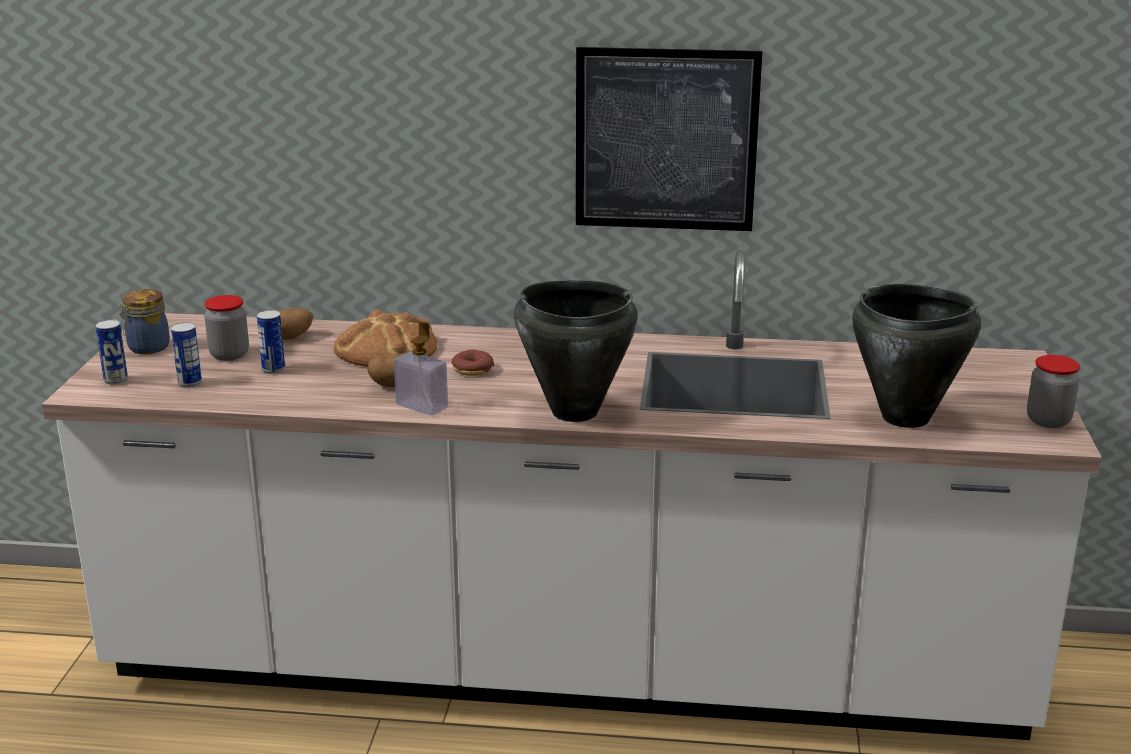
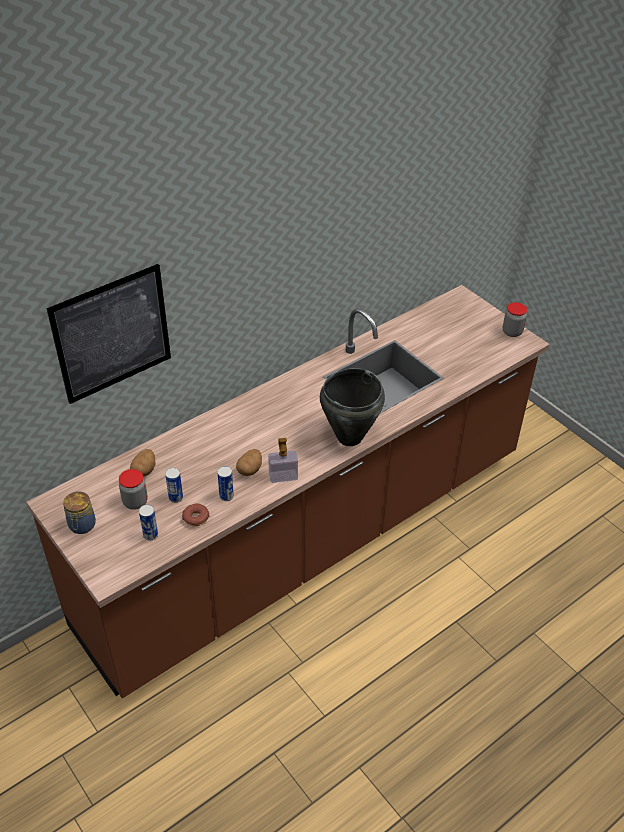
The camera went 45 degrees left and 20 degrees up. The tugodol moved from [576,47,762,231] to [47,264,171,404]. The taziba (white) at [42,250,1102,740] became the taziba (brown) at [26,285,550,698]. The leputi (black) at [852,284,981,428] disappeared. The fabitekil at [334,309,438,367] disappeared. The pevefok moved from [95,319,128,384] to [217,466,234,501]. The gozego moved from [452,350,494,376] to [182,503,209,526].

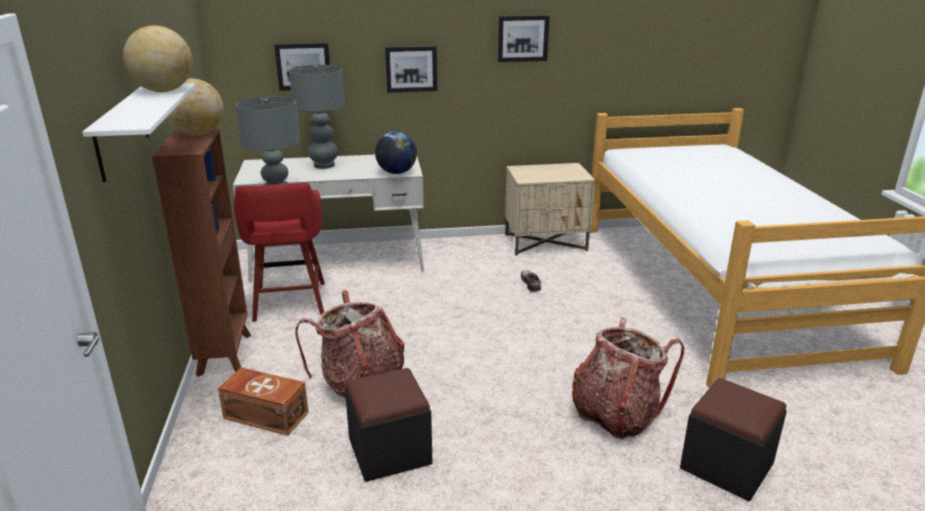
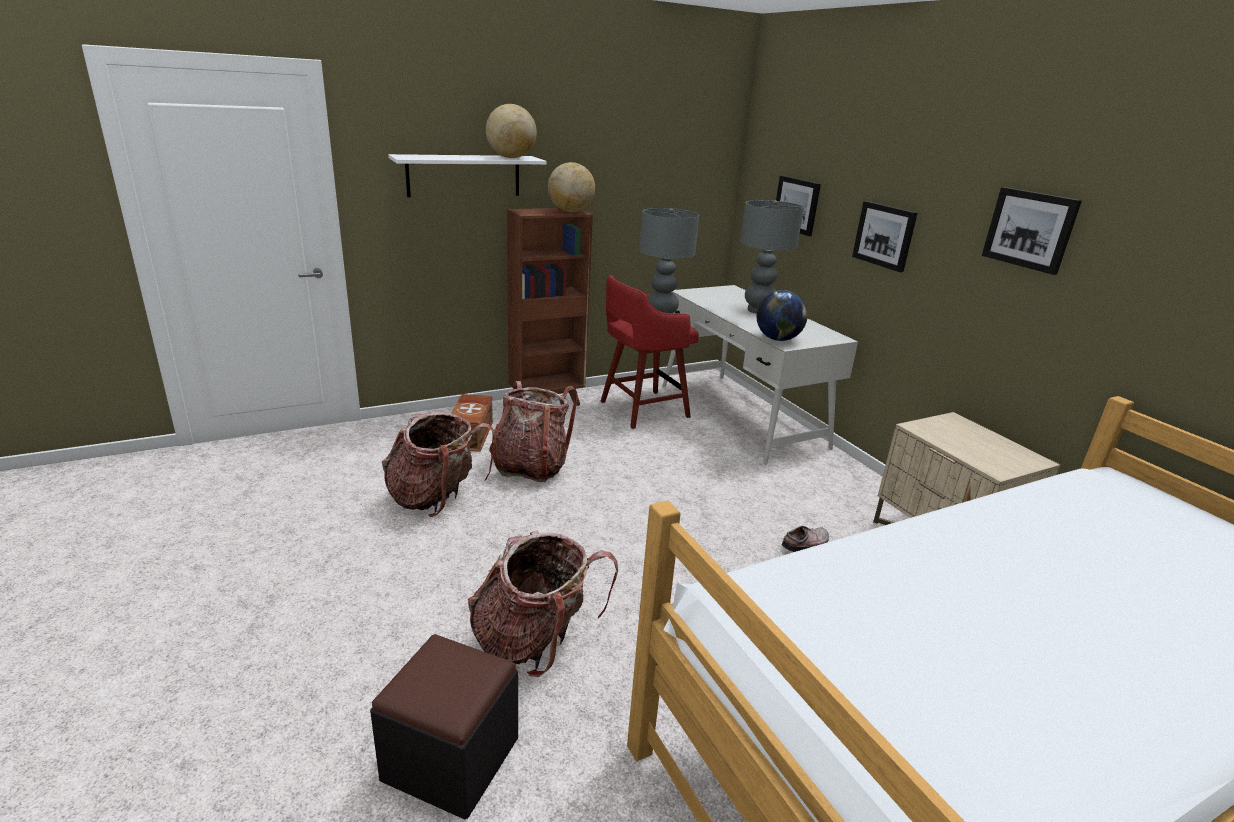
The camera went 70 degrees right and 0 degrees up. The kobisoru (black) at [345,368,432,482] was replaced by the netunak at [382,411,496,517].

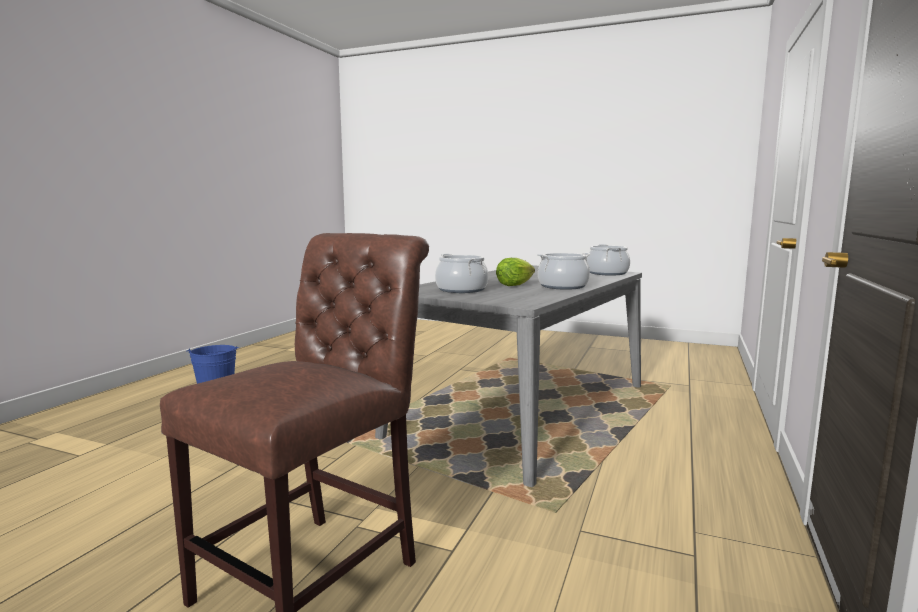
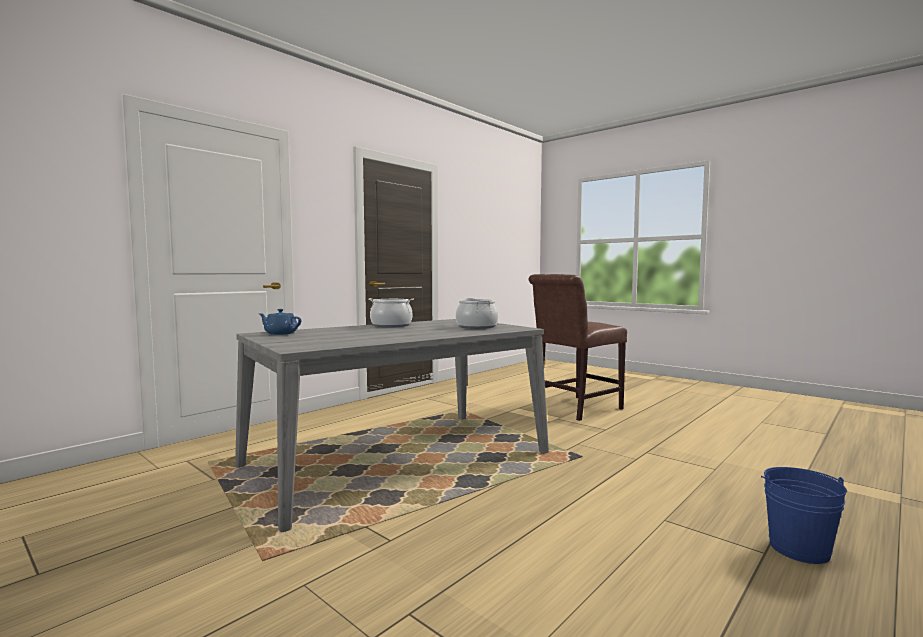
The camera went 160 degrees left and 5 degrees down. The leputi at [587,244,630,275] was replaced by the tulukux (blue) at [258,309,301,335]. The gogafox at [496,258,535,286] disappeared.

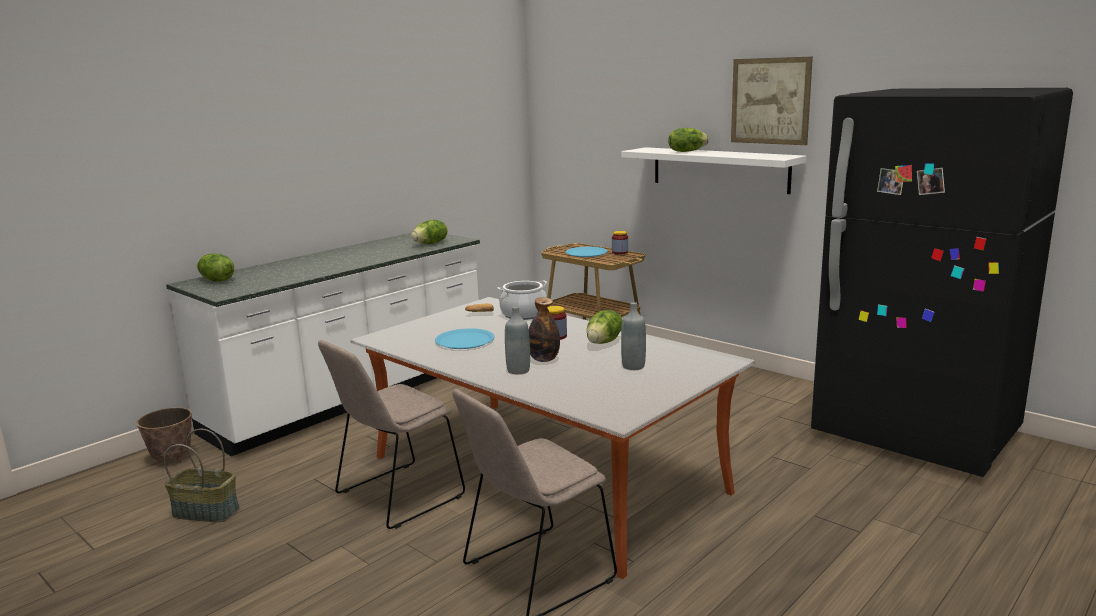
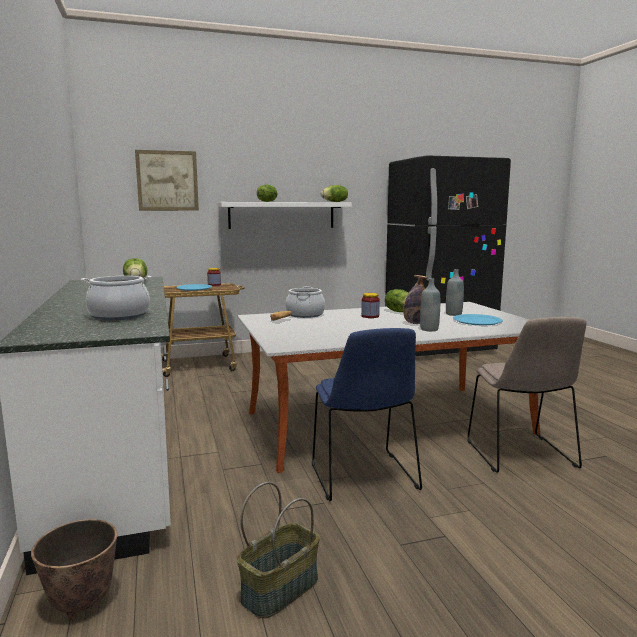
The camera went 60 degrees left and 5 degrees down. The tugodol moved from [731,56,813,145] to [135,150,199,211]. The gogafox moved from [197,254,234,281] to [321,185,348,202]. The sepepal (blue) moved from [435,328,495,349] to [453,314,503,325]. The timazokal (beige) at [318,340,465,529] became the timazokal (blue) at [312,328,422,502]. The leputi at [81,276,151,320] appeared.

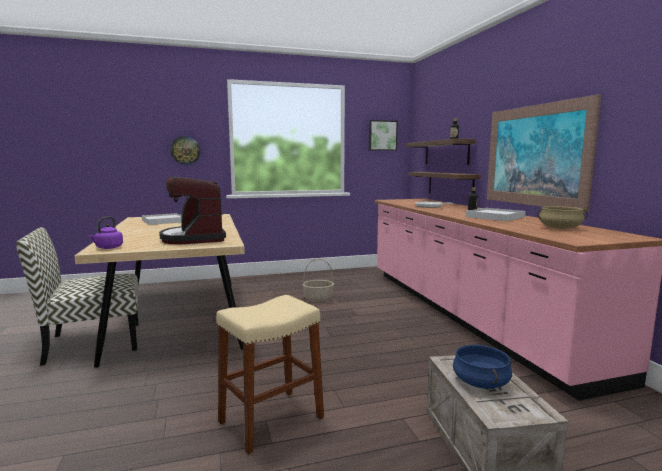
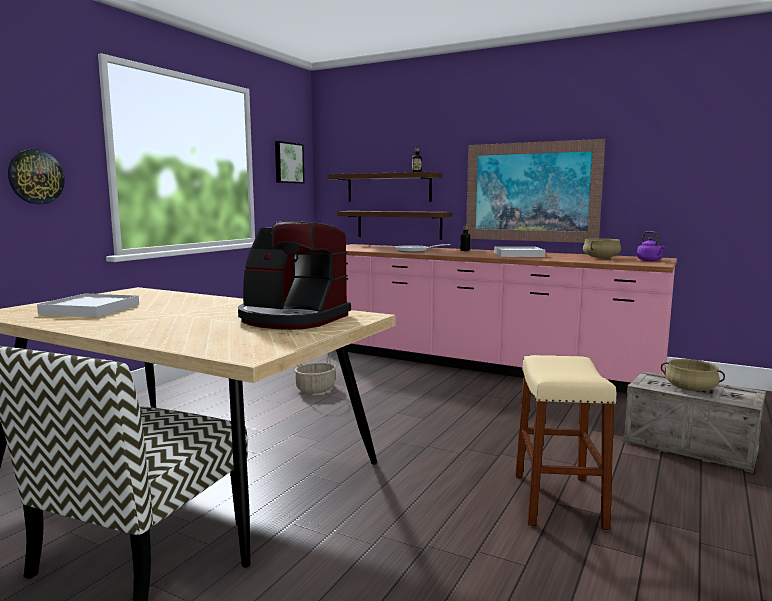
The camera went 45 degrees left and 0 degrees up. The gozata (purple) moved from [88,217,123,249] to [637,231,665,261]. The leputi (blue) at [453,345,512,389] became the leputi (beige) at [661,359,725,391].

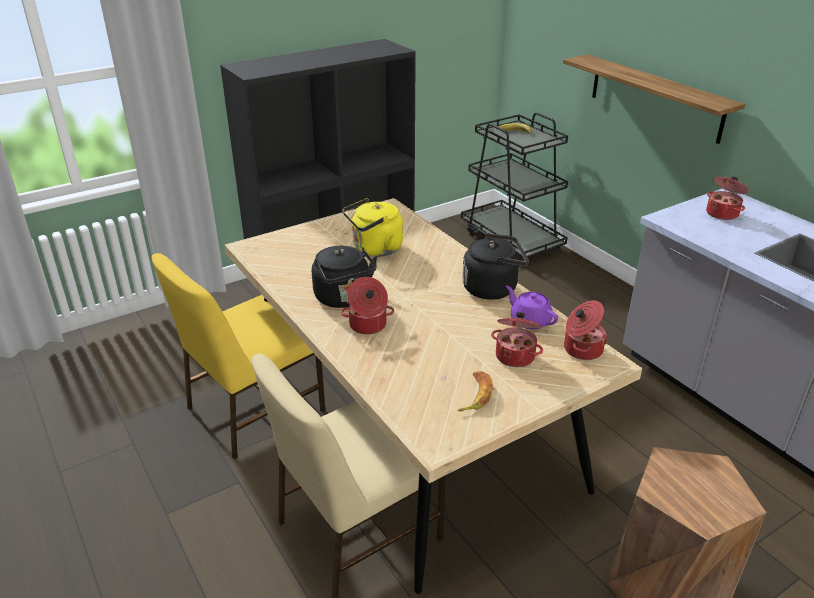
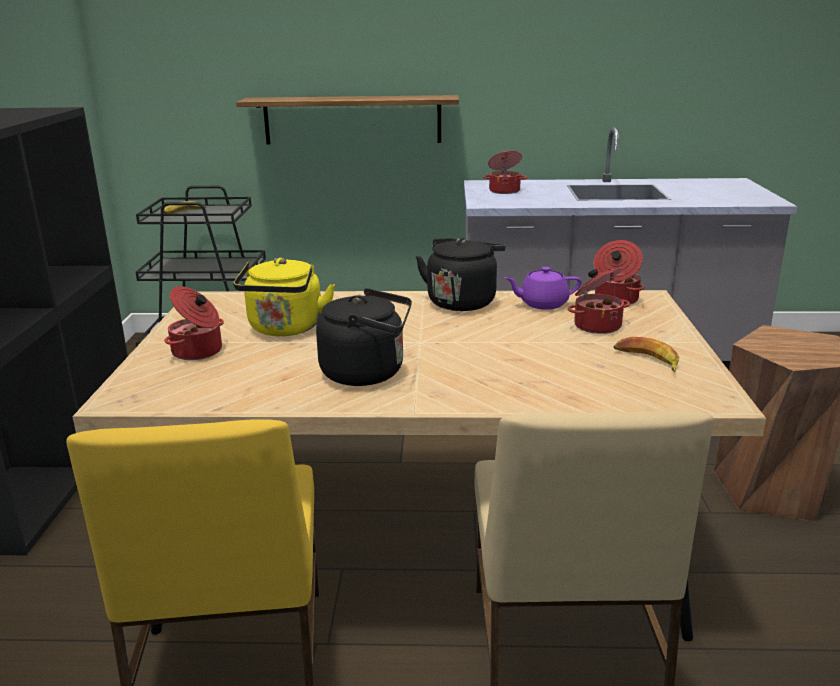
The camera went 55 degrees left and 10 degrees down. The leputi moved from [341,277,394,334] to [164,286,224,360].

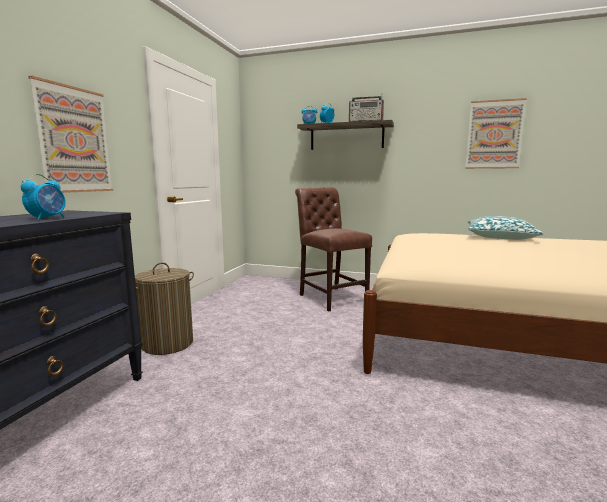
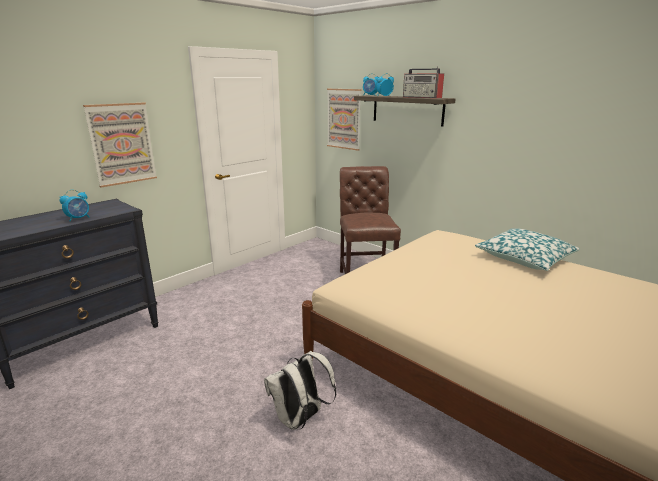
The camera went 25 degrees right and 10 degrees up. The tugodol moved from [465,98,527,169] to [327,89,361,151]. The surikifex at [135,262,194,355] disappeared. The netunak (white) at [264,351,336,430] appeared.

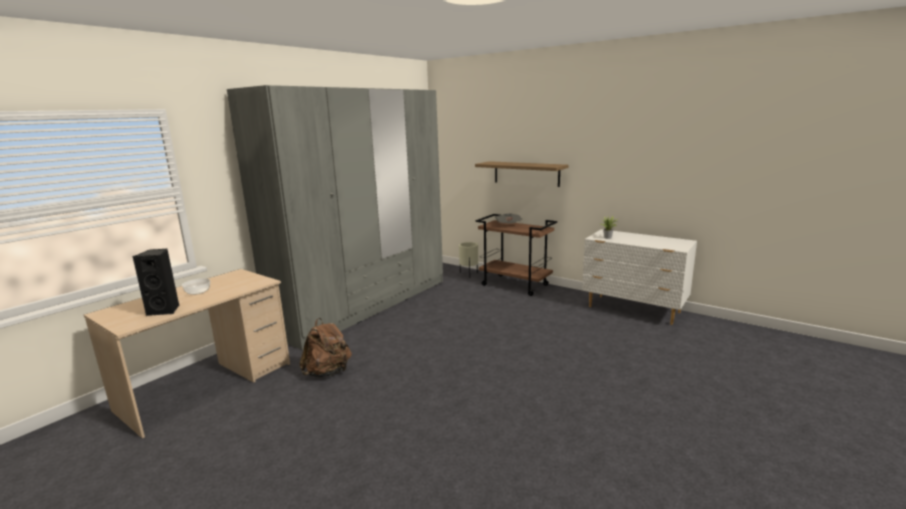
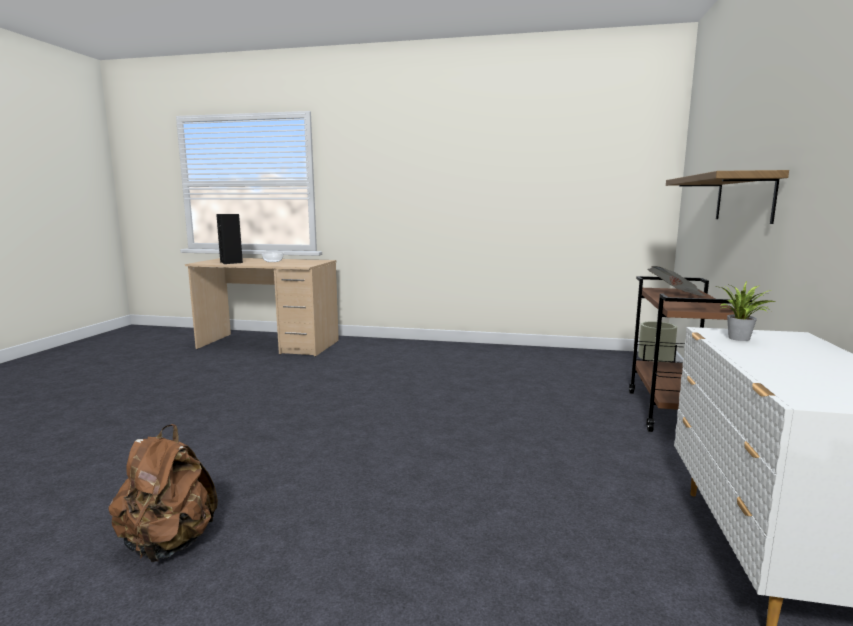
The camera went 65 degrees right and 5 degrees down. The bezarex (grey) at [227,85,443,350] disappeared. The netunak (brown) moved from [299,318,352,378] to [108,424,218,562].

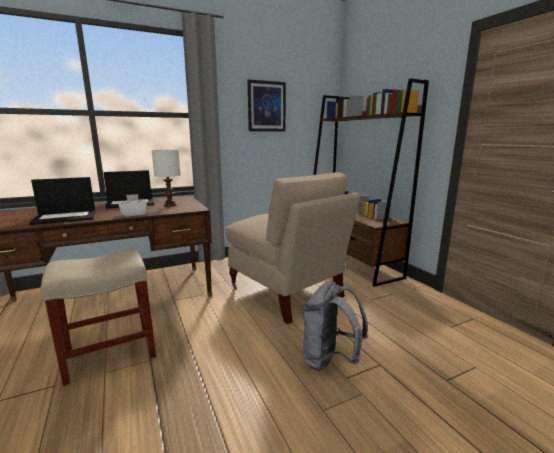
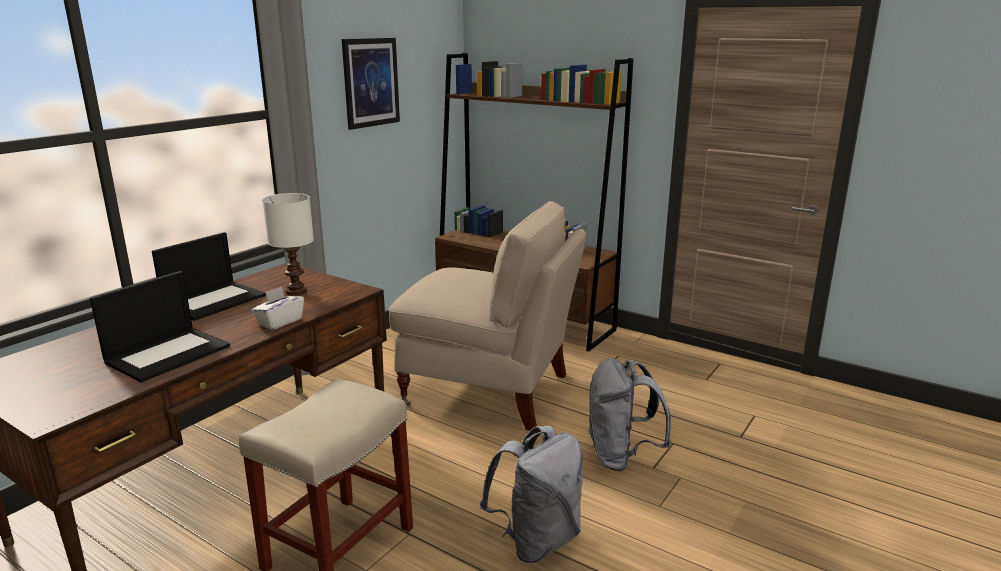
The camera went 30 degrees left and 5 degrees up. The netunak (grey) at [480,426,583,563] appeared.

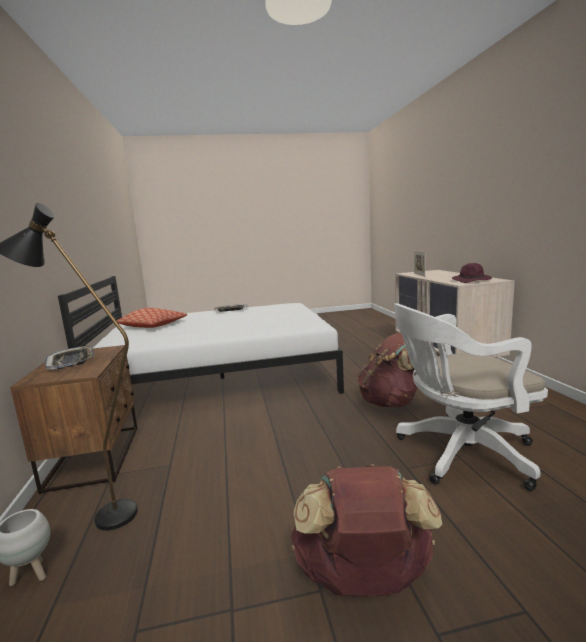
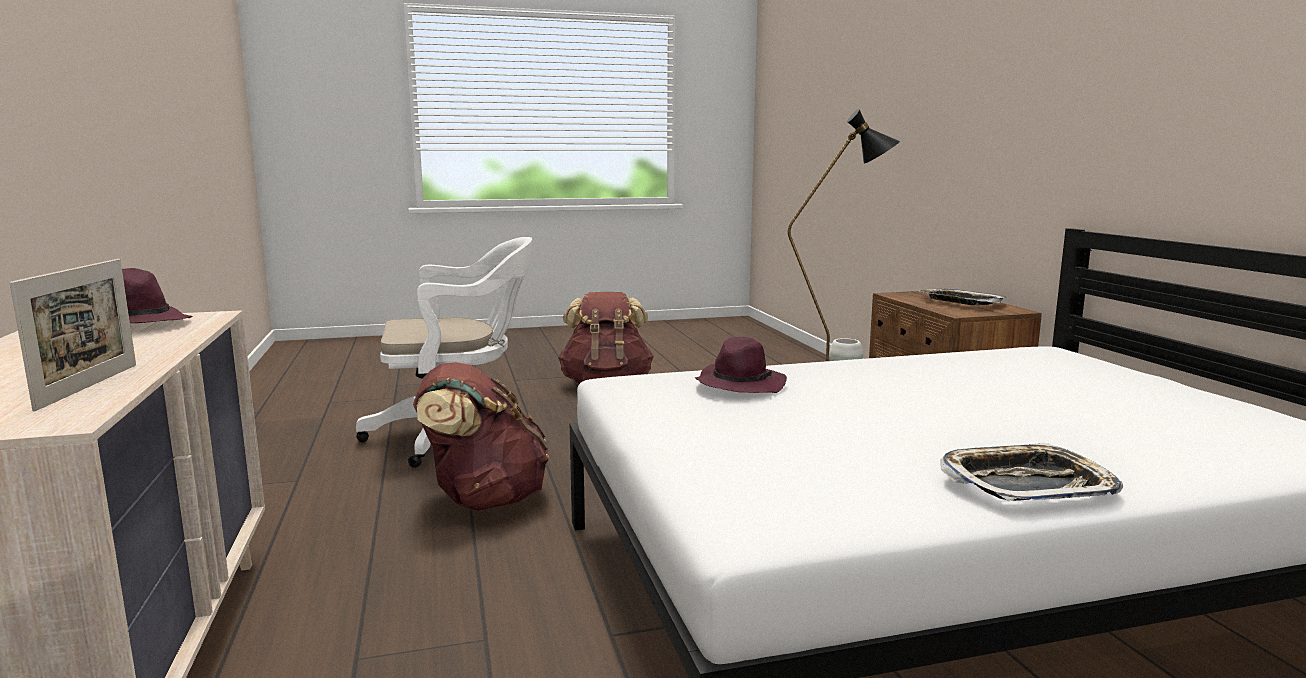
The camera went 175 degrees right and 0 degrees up. The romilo at [116,308,187,328] disappeared. The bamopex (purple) at [695,337,787,393] appeared.

